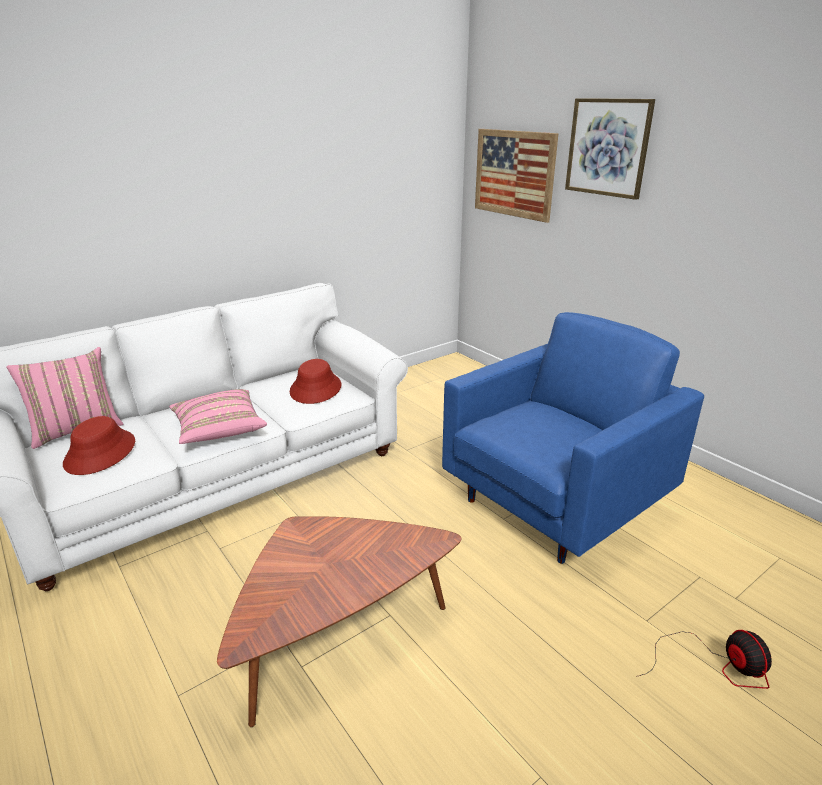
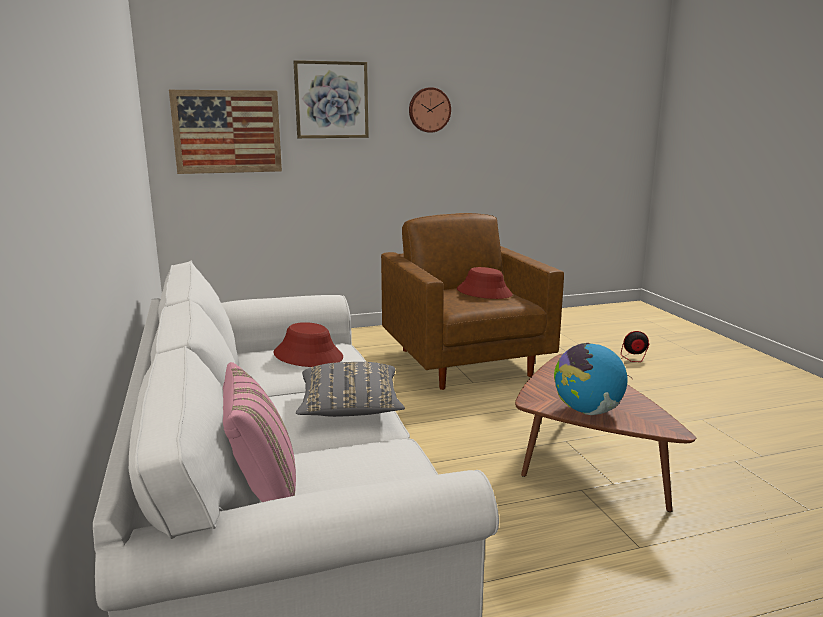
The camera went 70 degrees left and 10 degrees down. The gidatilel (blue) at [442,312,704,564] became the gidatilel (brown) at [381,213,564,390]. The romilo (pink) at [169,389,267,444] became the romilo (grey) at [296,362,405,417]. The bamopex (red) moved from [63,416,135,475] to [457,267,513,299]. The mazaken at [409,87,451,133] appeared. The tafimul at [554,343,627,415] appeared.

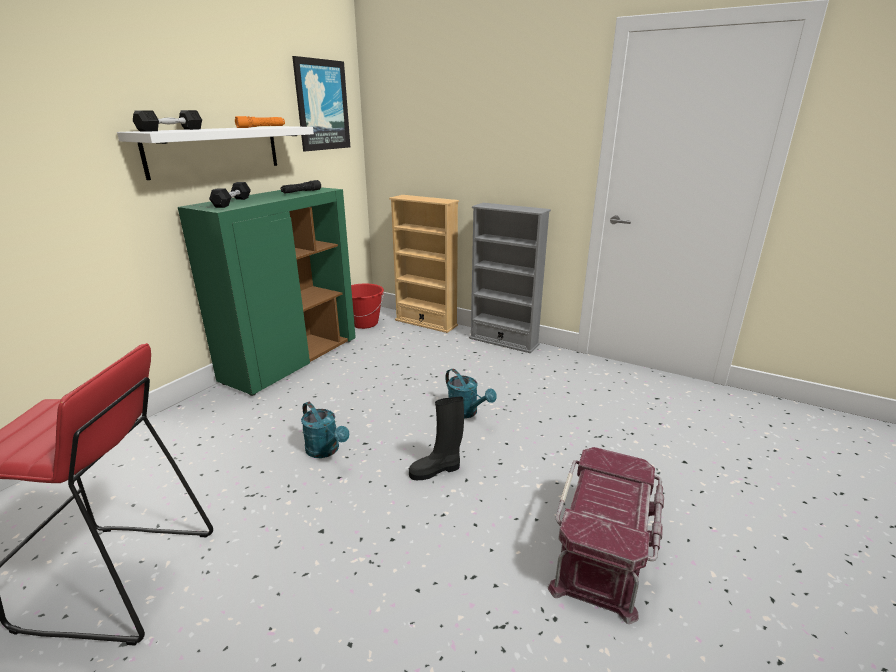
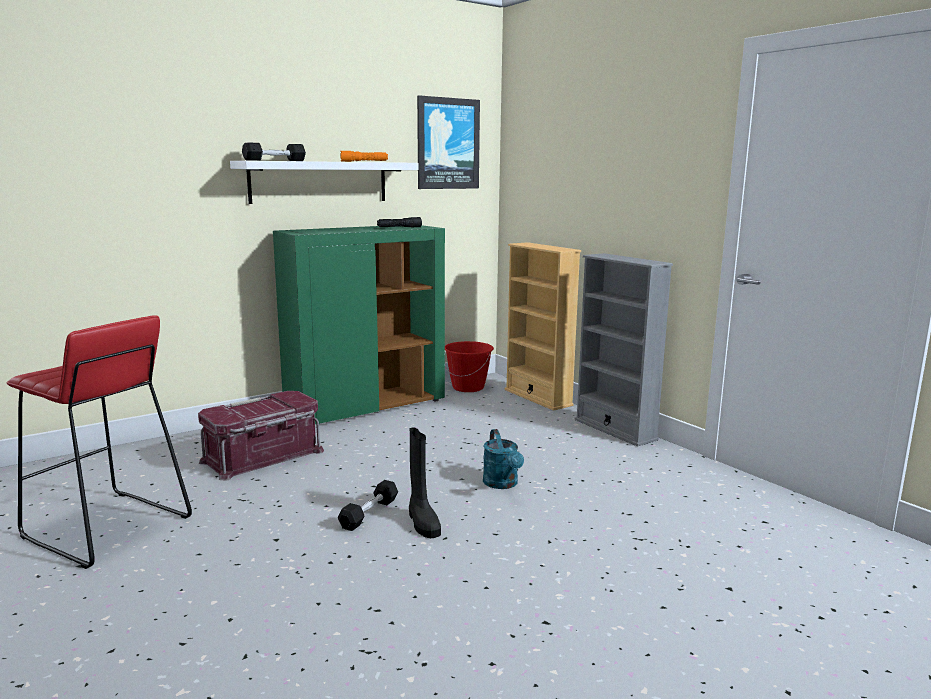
The camera went 25 degrees right and 10 degrees down. The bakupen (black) moved from [209,182,251,208] to [338,480,398,531]. The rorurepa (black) at [409,396,464,480] turned 120 degrees counterclockwise. The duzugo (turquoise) at [301,402,349,458] disappeared. The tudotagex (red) moved from [548,447,664,624] to [198,391,324,480].

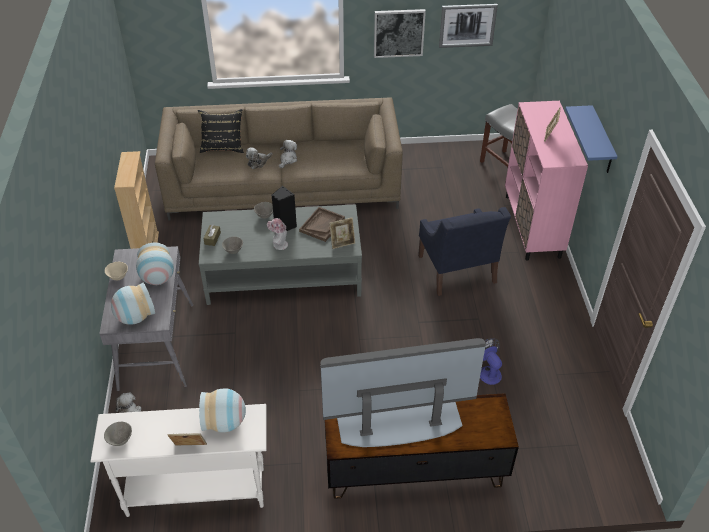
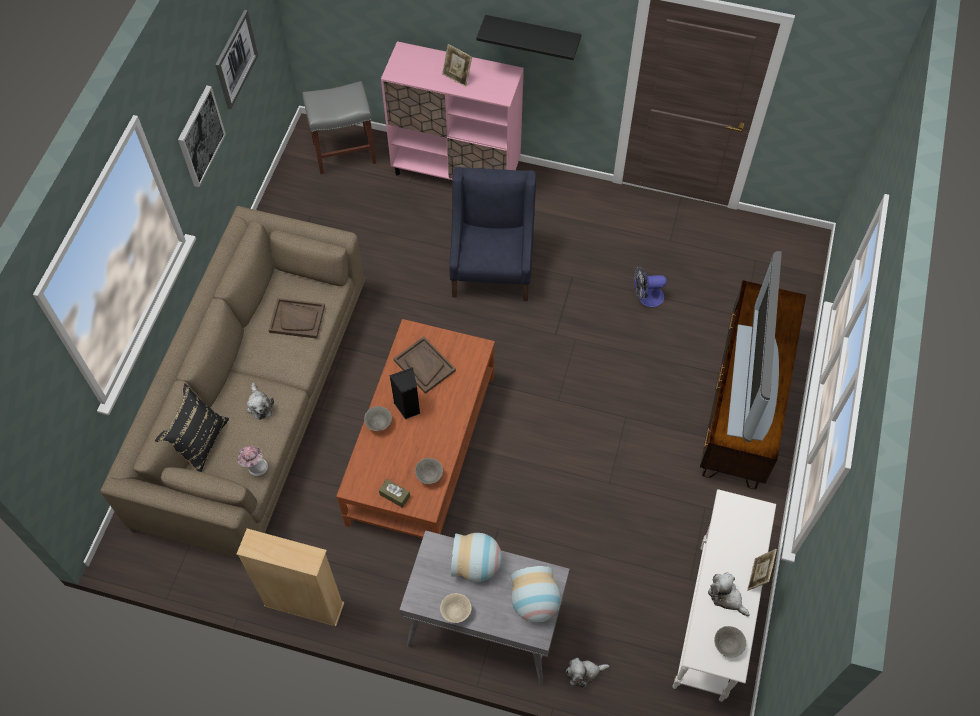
The camera went 70 degrees left and 15 degrees up. The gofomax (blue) at [565,105,618,173] became the gofomax (black) at [476,15,581,60]. The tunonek moved from [279,140,297,168] to [708,572,750,616]. The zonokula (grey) at [199,204,362,305] became the zonokula (brown) at [336,319,495,538]. The gidatilel (blue) at [418,207,511,296] turned 90 degrees counterclockwise. The bamopex moved from [267,218,288,250] to [237,446,268,476]. The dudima at [329,218,355,249] disappeared. The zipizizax at [199,388,246,433] disappeared. The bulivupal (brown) at [269,298,325,339] appeared.

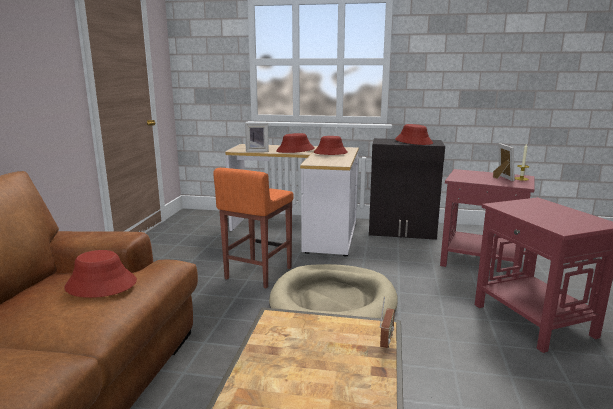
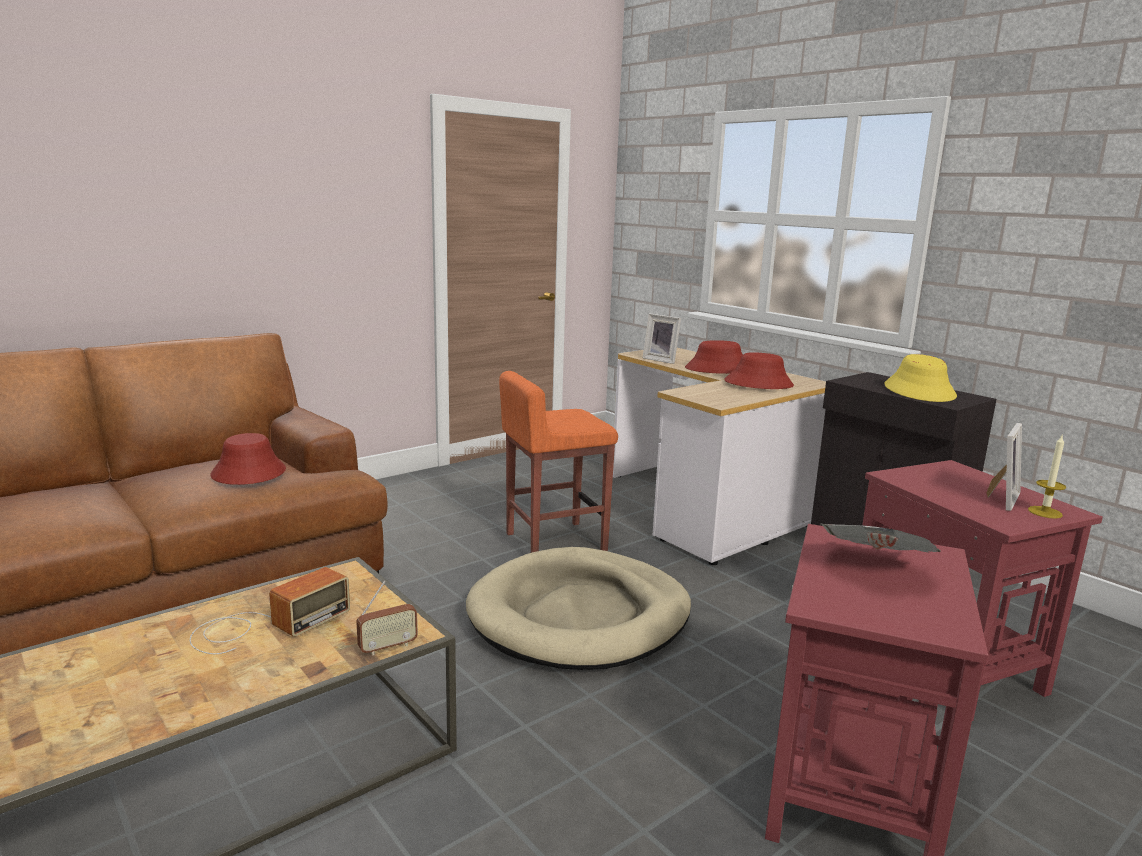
The camera went 40 degrees right and 0 degrees up. The bamopex (red) at [395,124,433,145] became the bamopex (yellow) at [884,354,957,402]. The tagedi at [821,524,941,553] appeared. The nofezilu at [190,567,350,654] appeared.

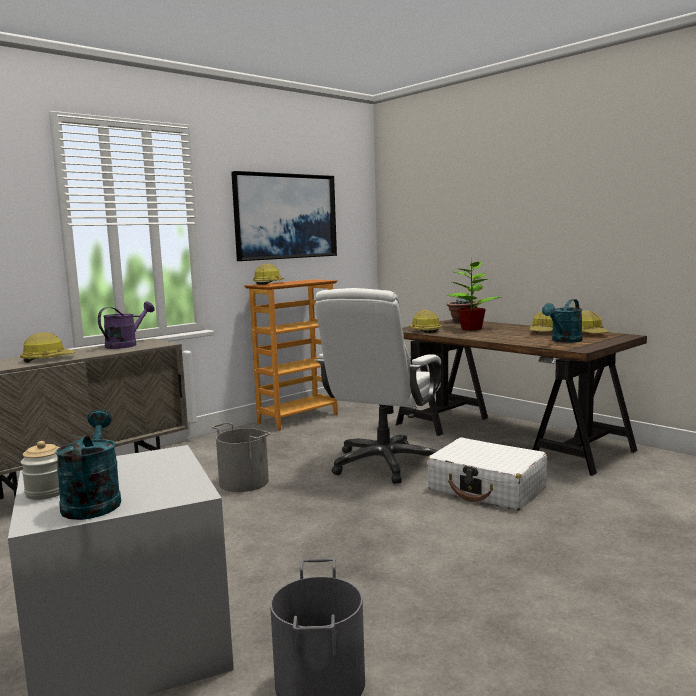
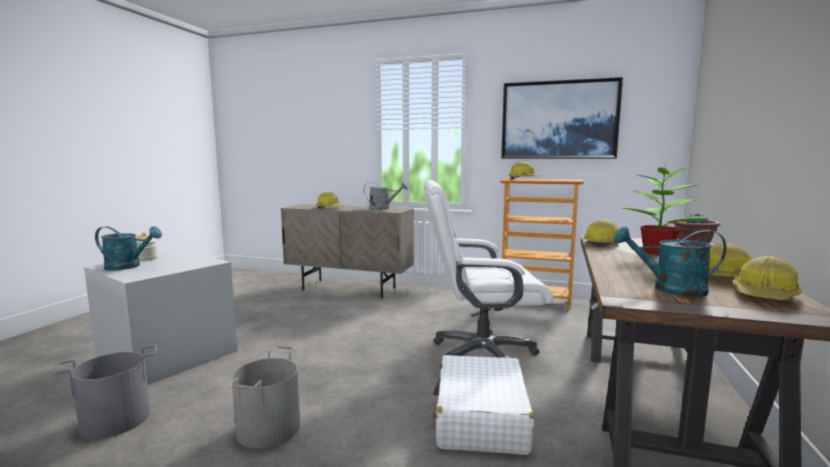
The camera went 60 degrees right and 0 degrees up. The duzugo (purple) at [98,301,155,349] became the duzugo (grey) at [364,182,408,210]. The duzugo (turquoise) at [55,410,121,520] turned 45 degrees clockwise. The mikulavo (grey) moved from [212,422,271,492] to [229,346,300,449].

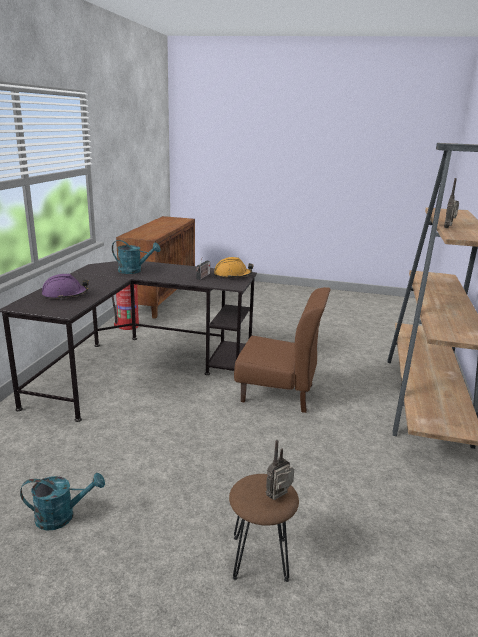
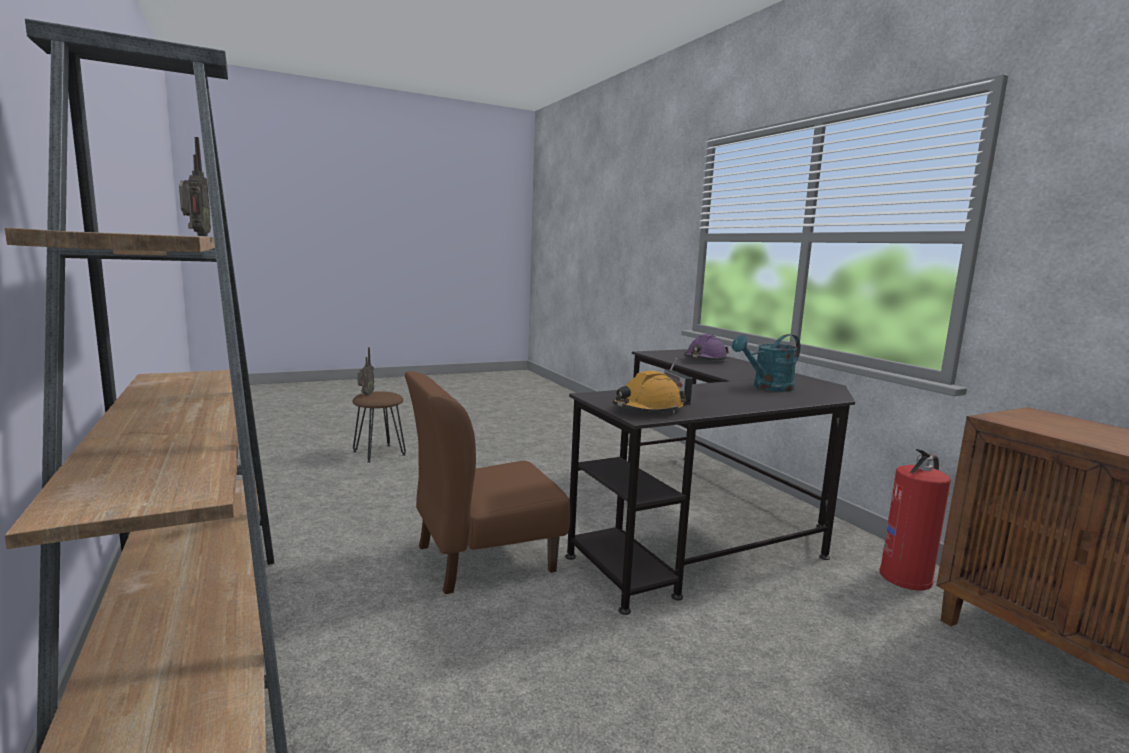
The camera went 140 degrees right and 10 degrees down. The duzugo (turquoise) at [20,473,105,531] disappeared.

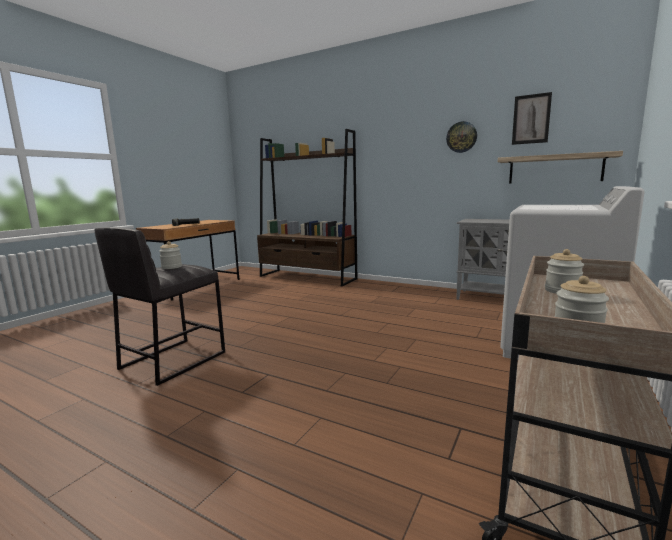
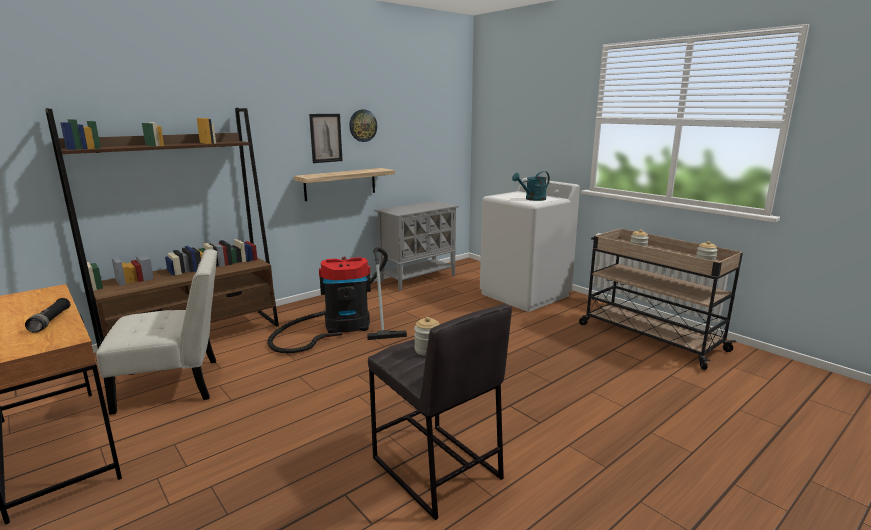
The camera went 70 degrees left and 5 degrees up. The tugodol moved from [512,92,552,145] to [309,114,343,163]. The gofomax moved from [498,151,623,184] to [294,168,395,201]. The duzugo (turquoise) at [512,171,550,201] appeared. The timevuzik at [267,247,407,354] appeared. The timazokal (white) at [96,249,217,415] appeared.

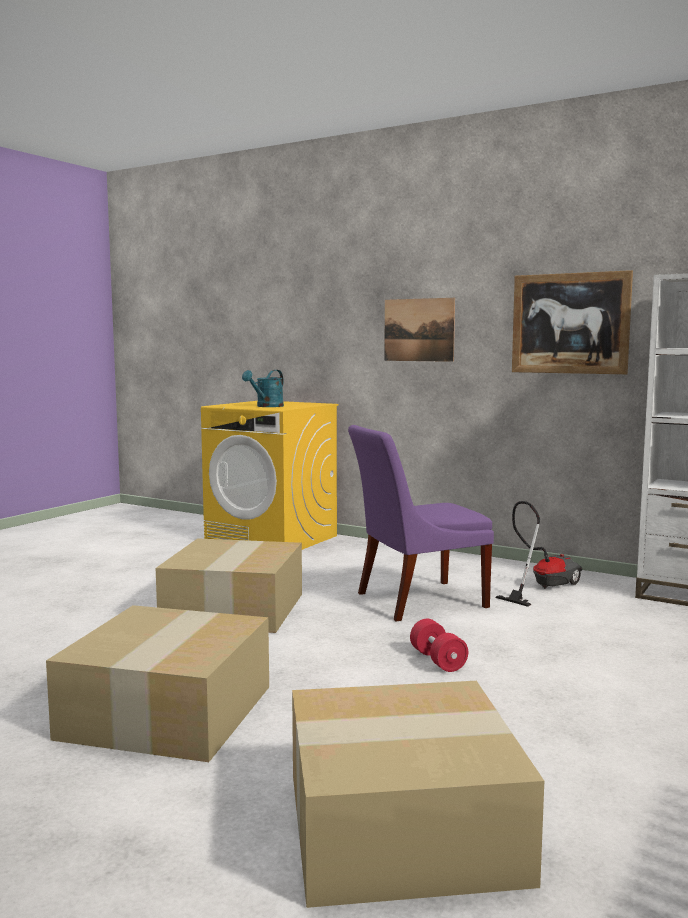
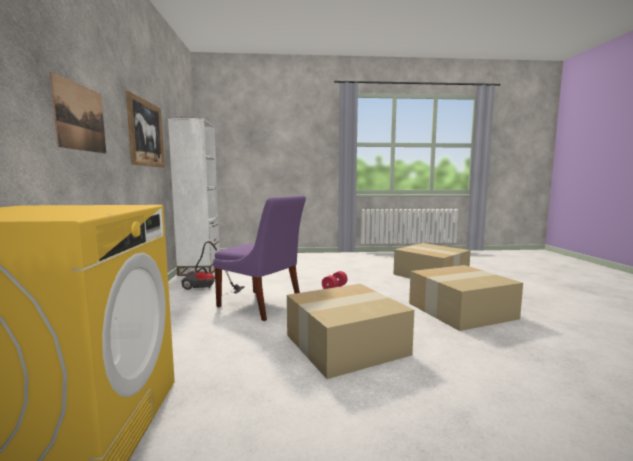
The camera went 125 degrees left and 0 degrees up. The duzugo (turquoise) at [242,370,284,407] disappeared.

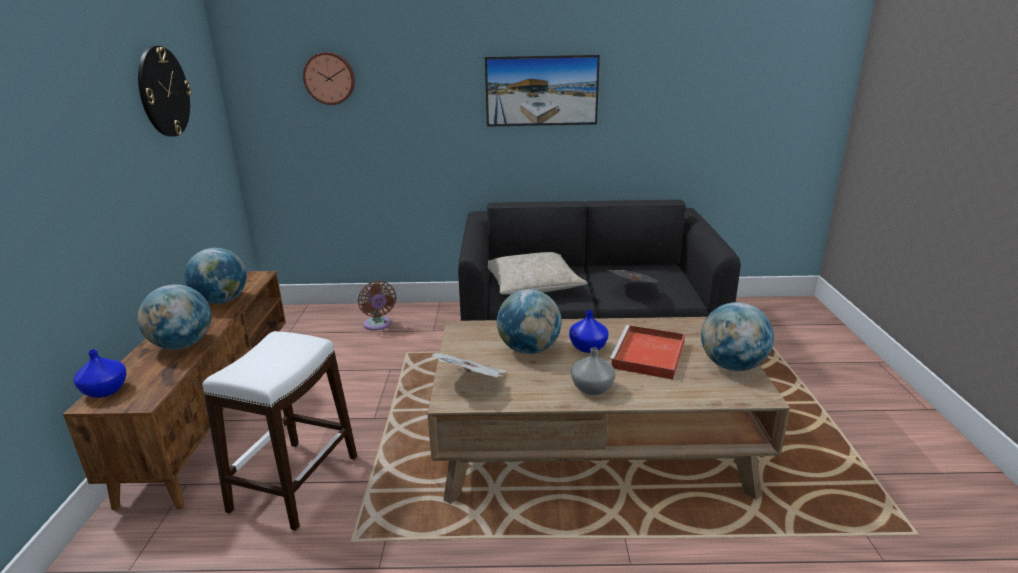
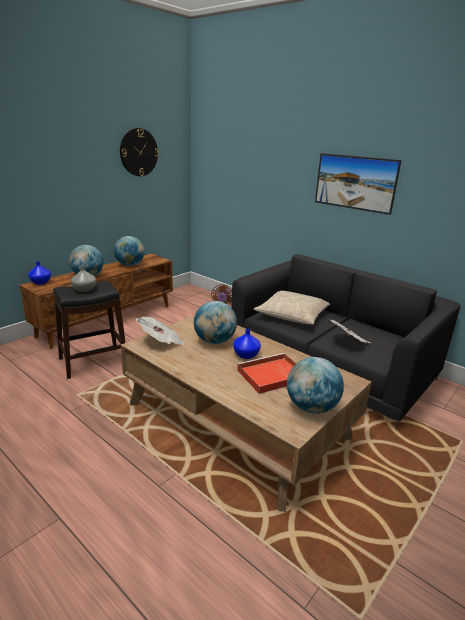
The camera went 40 degrees right and 0 degrees up. The mazaken at [303,52,355,105] disappeared. The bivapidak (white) at [203,331,357,531] became the bivapidak (black) at [53,280,126,379]. The zipizizax (grey) moved from [571,347,615,395] to [71,266,96,292].

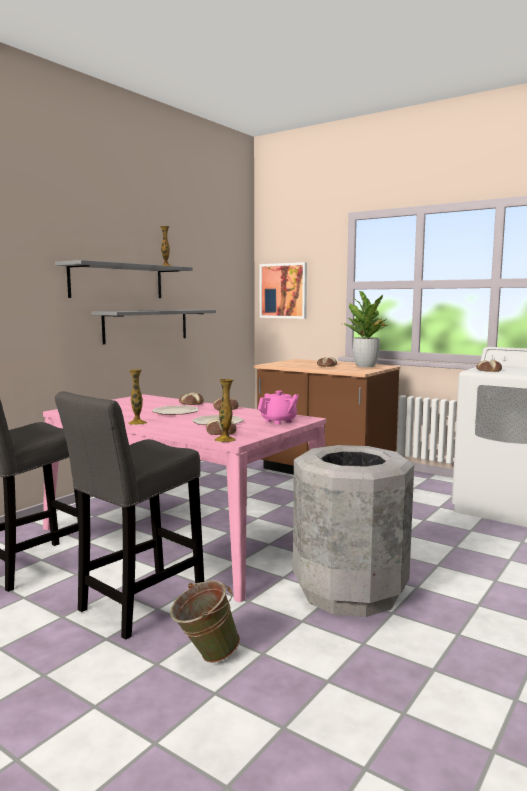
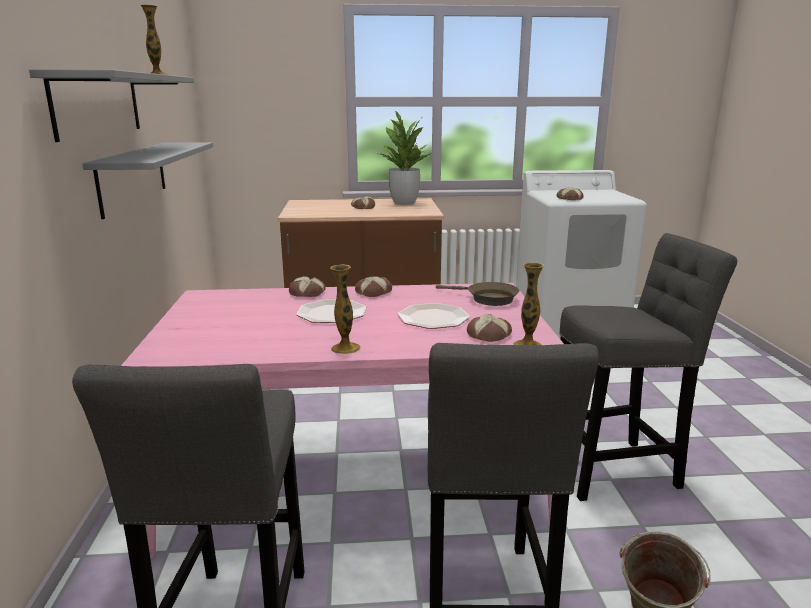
The camera went 40 degrees left and 10 degrees up. The tugodol at [260,262,307,319] disappeared. The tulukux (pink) at [258,391,299,424] was replaced by the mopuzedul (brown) at [436,282,520,306]. The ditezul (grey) at [293,445,414,617] was replaced by the bivapidak (grey) at [559,233,737,501].

